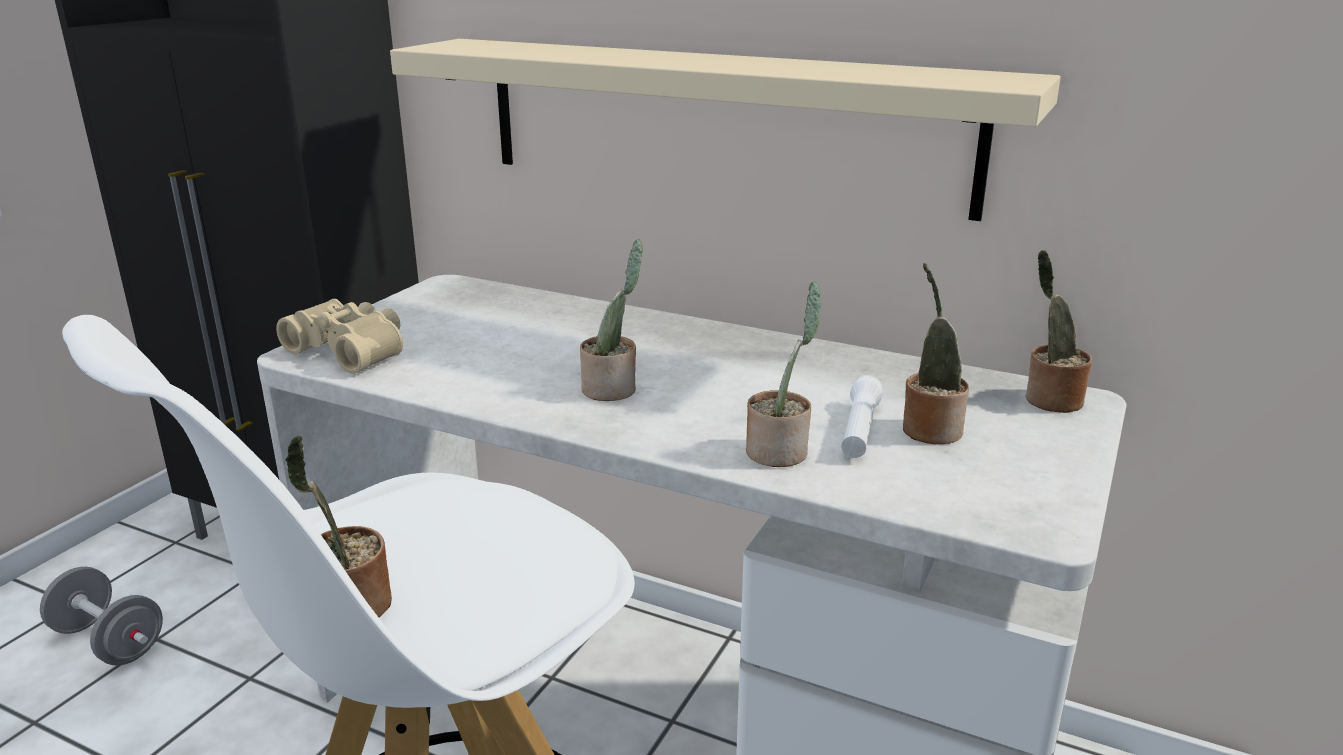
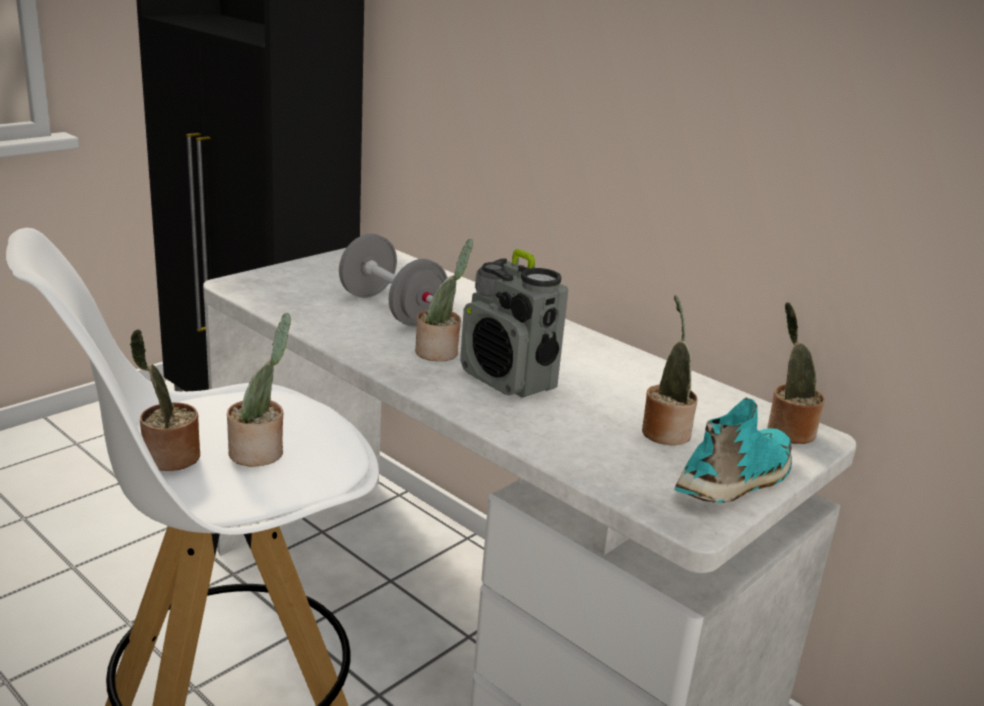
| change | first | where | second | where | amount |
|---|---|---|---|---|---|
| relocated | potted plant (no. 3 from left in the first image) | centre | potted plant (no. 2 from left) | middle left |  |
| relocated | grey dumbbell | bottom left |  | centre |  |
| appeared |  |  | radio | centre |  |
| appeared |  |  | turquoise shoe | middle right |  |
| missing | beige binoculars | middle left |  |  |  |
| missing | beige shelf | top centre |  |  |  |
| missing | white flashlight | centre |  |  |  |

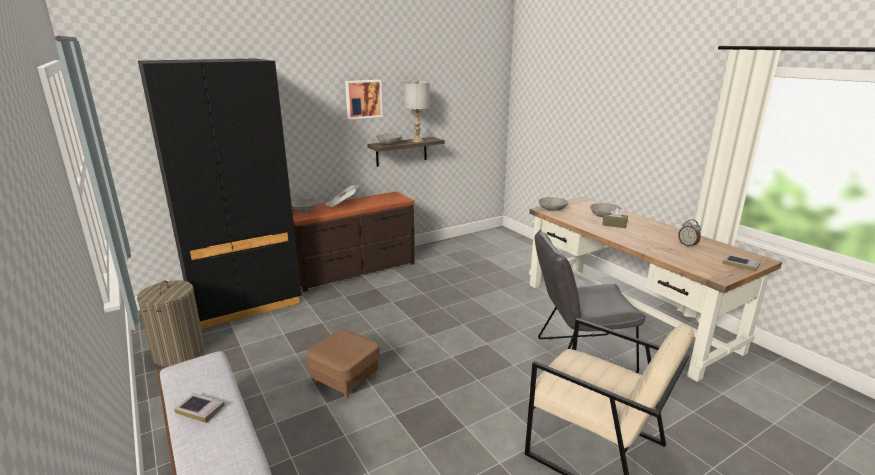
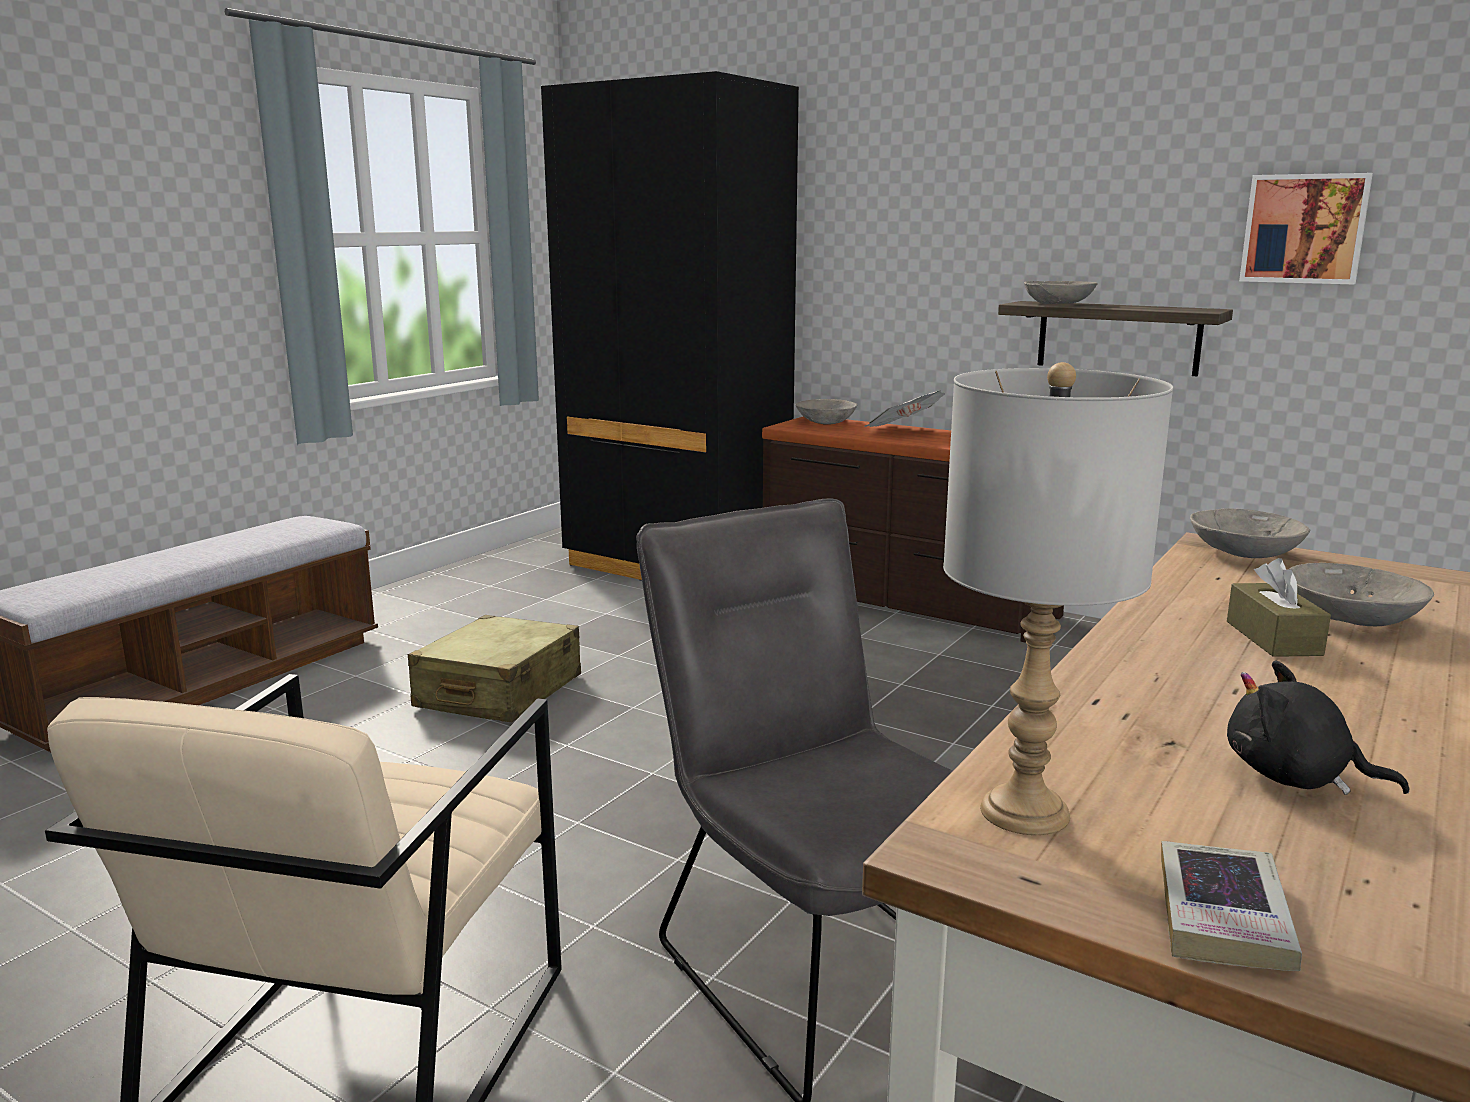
| change | first | where | second | where | amount |
|---|---|---|---|---|---|
| exchanged | brown ottoman | bottom centre | beige suitcase | centre |  |
| relocated | grey table lamp | top centre |  | middle right |  |
| exchanged | alarm clock | middle right | black plush toy | middle right |  |
| relocated | picture | top centre |  | top right |  |
| missing | laundry basket | bottom left |  |  |  |
| missing | book (no. 1 from left) | bottom left |  |  |  |

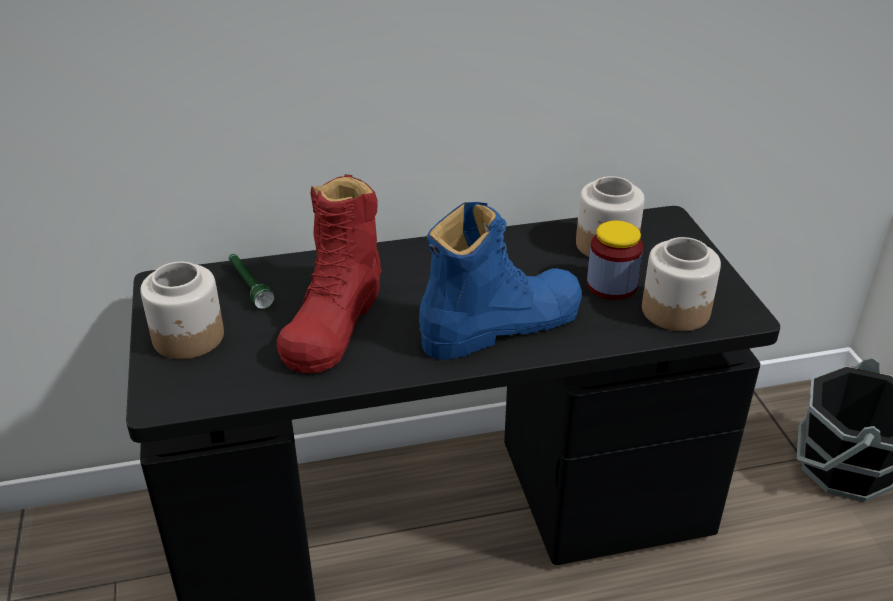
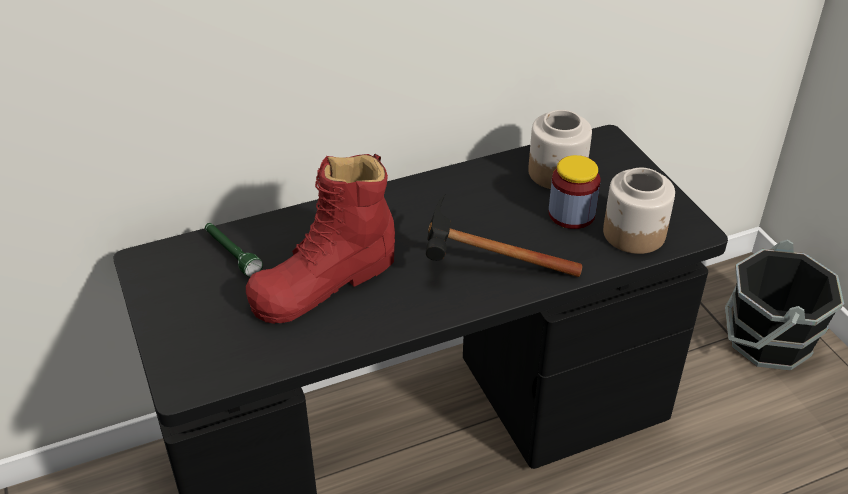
| change | first | where | second | where | amount |
|---|---|---|---|---|---|
| spun | red boot | centre |  | centre | 45 degrees clockwise |
| exchanged | blue boot | centre | hammer | centre |  |
| missing | jar (no. 1 from left) | middle left |  |  |  |

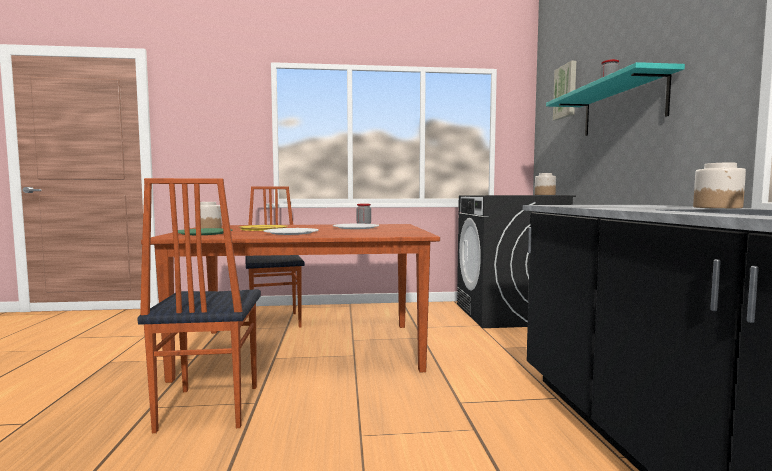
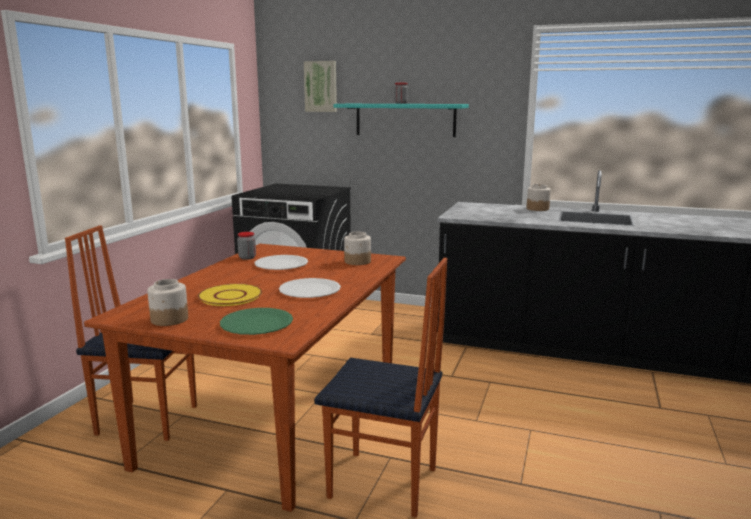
| change | first | where | second | where | amount |
|---|---|---|---|---|---|
| relocated | jar (no. 3 from left) | middle right |  | centre |  |

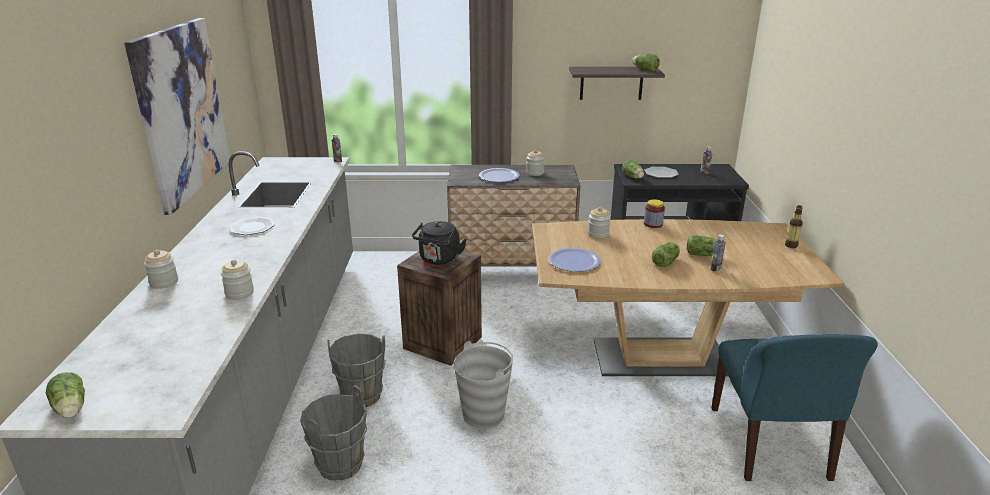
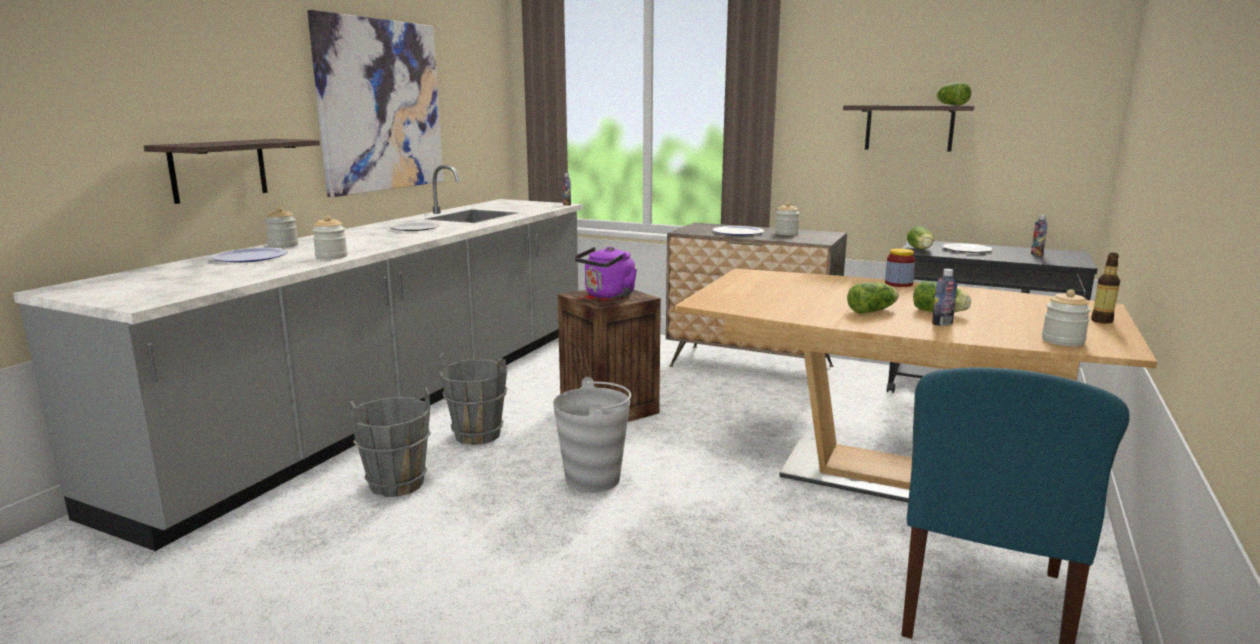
| change | first | where | second | where | amount |
|---|---|---|---|---|---|
| appeared |  |  | shelf (no. 1 from left) | top left |  |
| relocated | plate (no. 3 from left in the first image) | centre | plate (no. 1 from left) | middle left |  |
| colour | black kettle | centre | purple kettle | centre |  |
| relocated | jar (no. 4 from left in the first image) | centre | jar (no. 5 from left) | middle right |  |
| missing | lettuce (no. 1 from left) | bottom left |  |  |  |

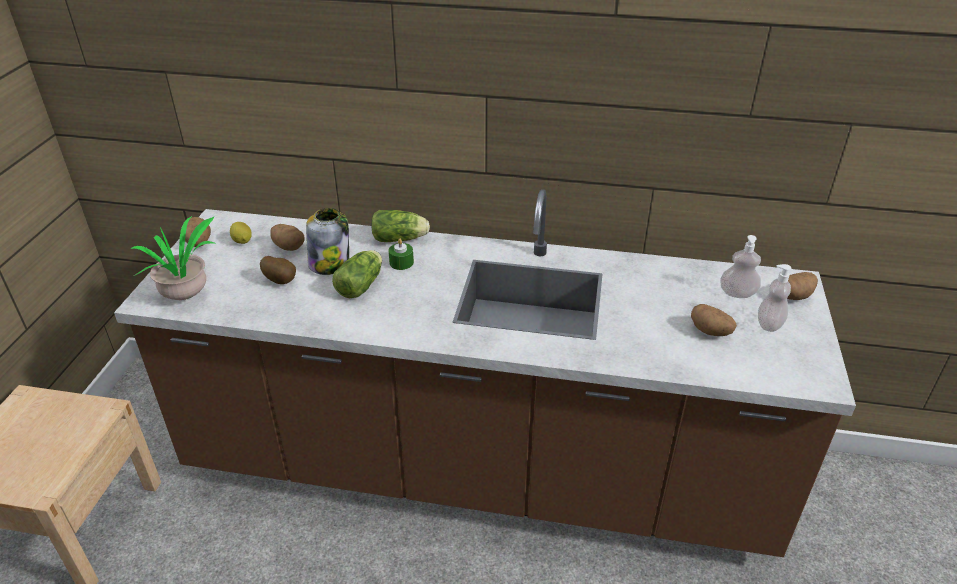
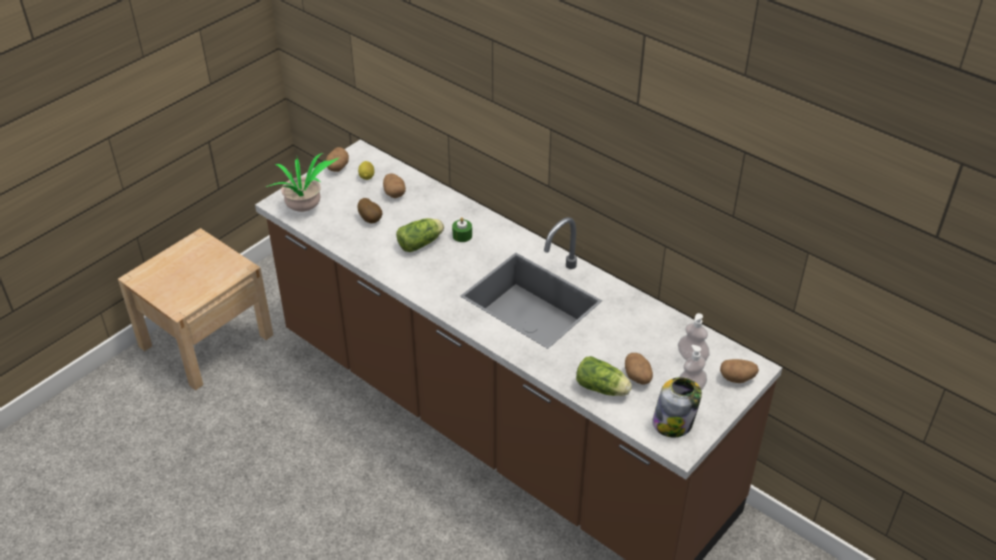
| change | first | where | second | where | amount |
|---|---|---|---|---|---|
| relocated | lettuce (no. 2 from left) | centre |  | bottom centre |  |
| relocated | jar | centre |  | bottom right |  |

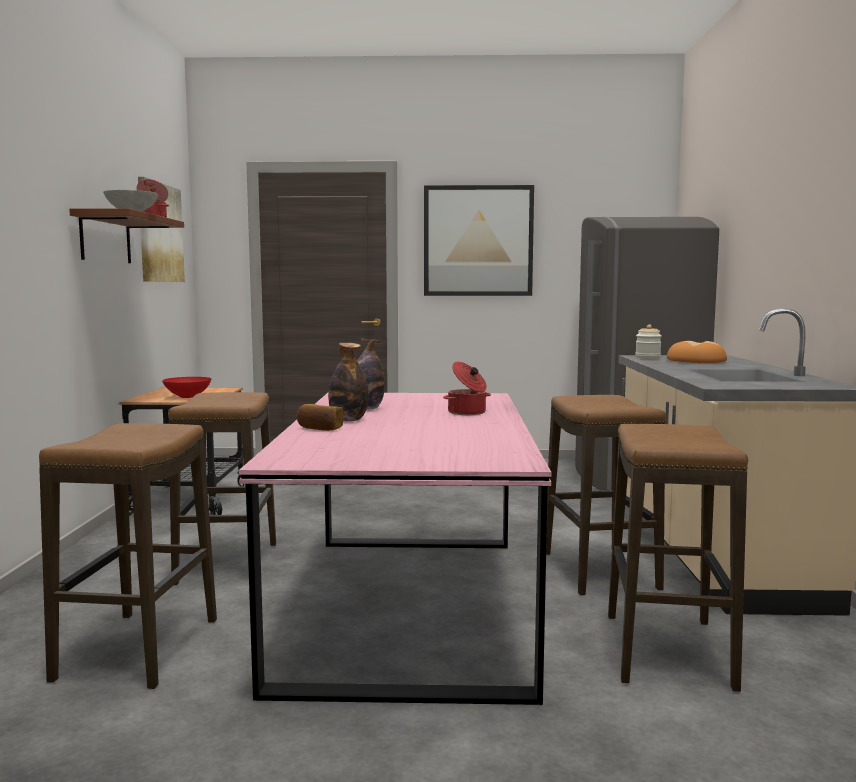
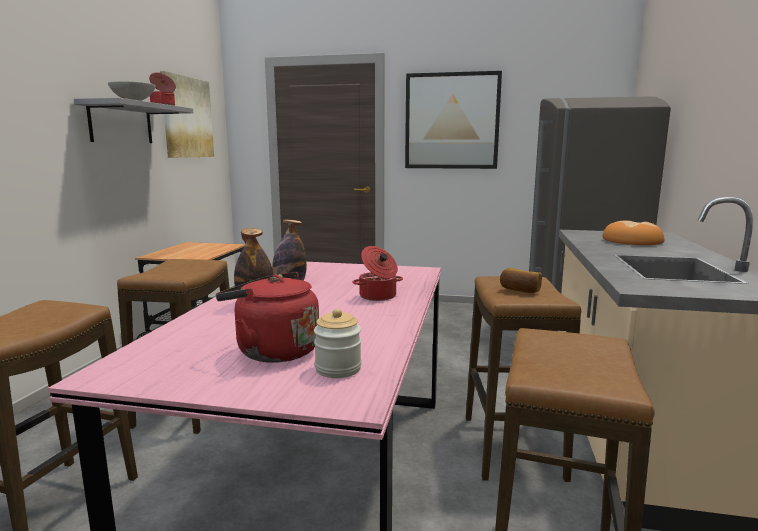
| change | first | where | second | where | amount |
|---|---|---|---|---|---|
| colour | brown shelf | top left | grey shelf | top left |  |
| appeared |  |  | red kettle | centre |  |
| relocated | jar | middle right |  | centre |  |
| relocated | bread (no. 1 from left) | centre |  | middle right |  |
| missing | red bowl | middle left |  |  |  |

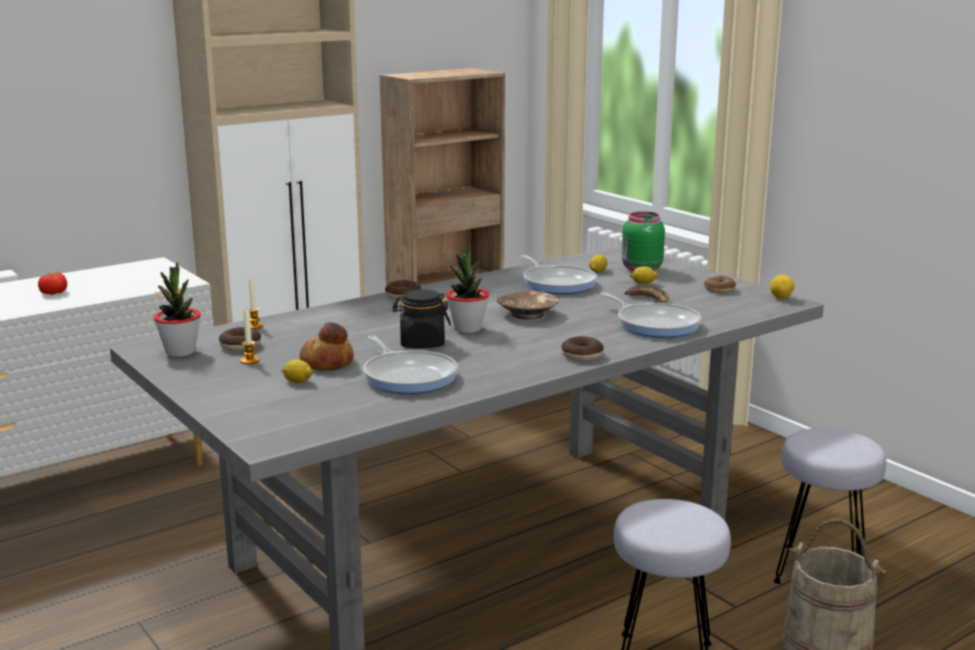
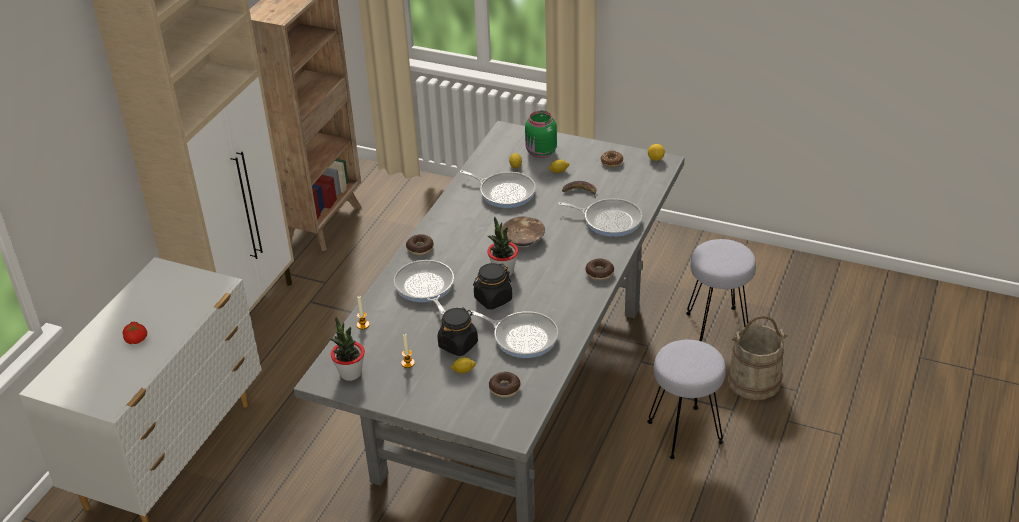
| change | first | where | second | where | amount |
|---|---|---|---|---|---|
| appeared |  |  | frying pan (no. 1 from left) | centre |  |
| exchanged | bread | centre | black jar (no. 1 from left) | centre |  |
| relocated | donut (no. 1 from left in the first image) | middle left | donut (no. 2 from left) | bottom centre |  |

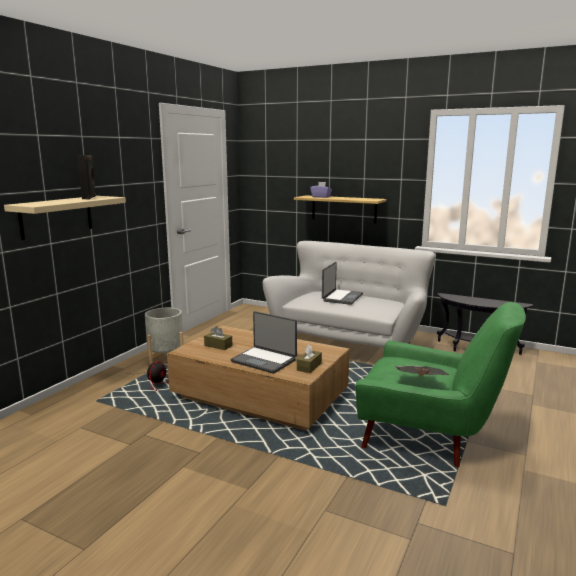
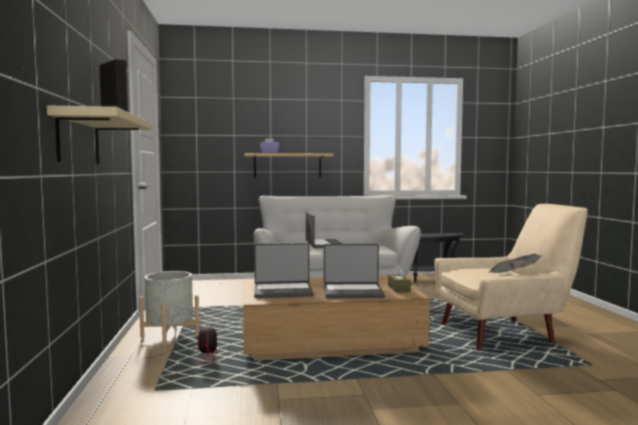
| change | first | where | second | where | amount |
|---|---|---|---|---|---|
| exchanged | brown tissue box (no. 1 from left) | centre | laptop (no. 1 from left) | centre |  |
| colour | green armchair | bottom right | beige armchair | middle right |  |

